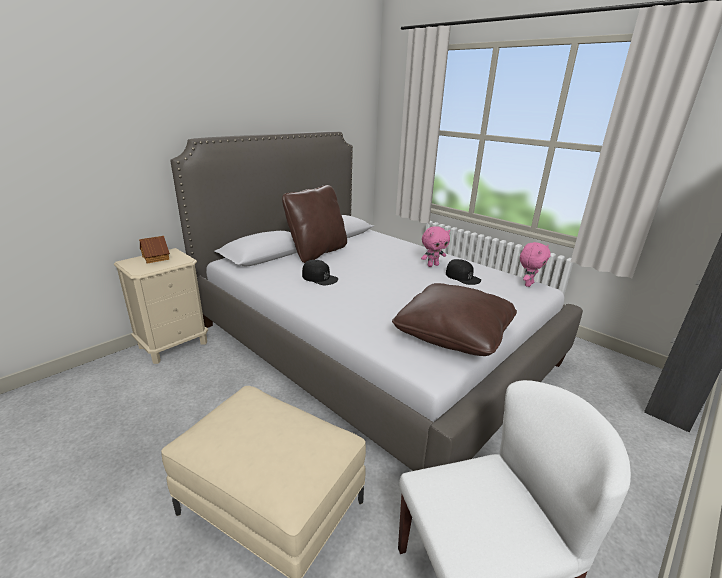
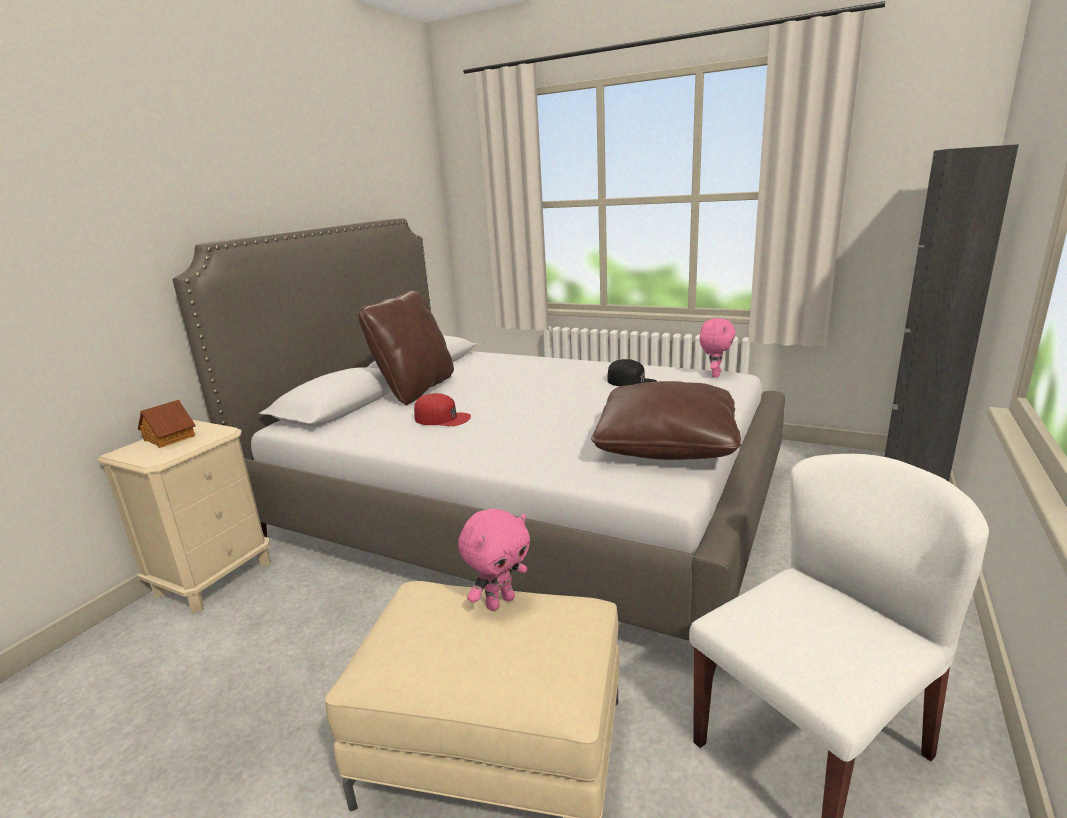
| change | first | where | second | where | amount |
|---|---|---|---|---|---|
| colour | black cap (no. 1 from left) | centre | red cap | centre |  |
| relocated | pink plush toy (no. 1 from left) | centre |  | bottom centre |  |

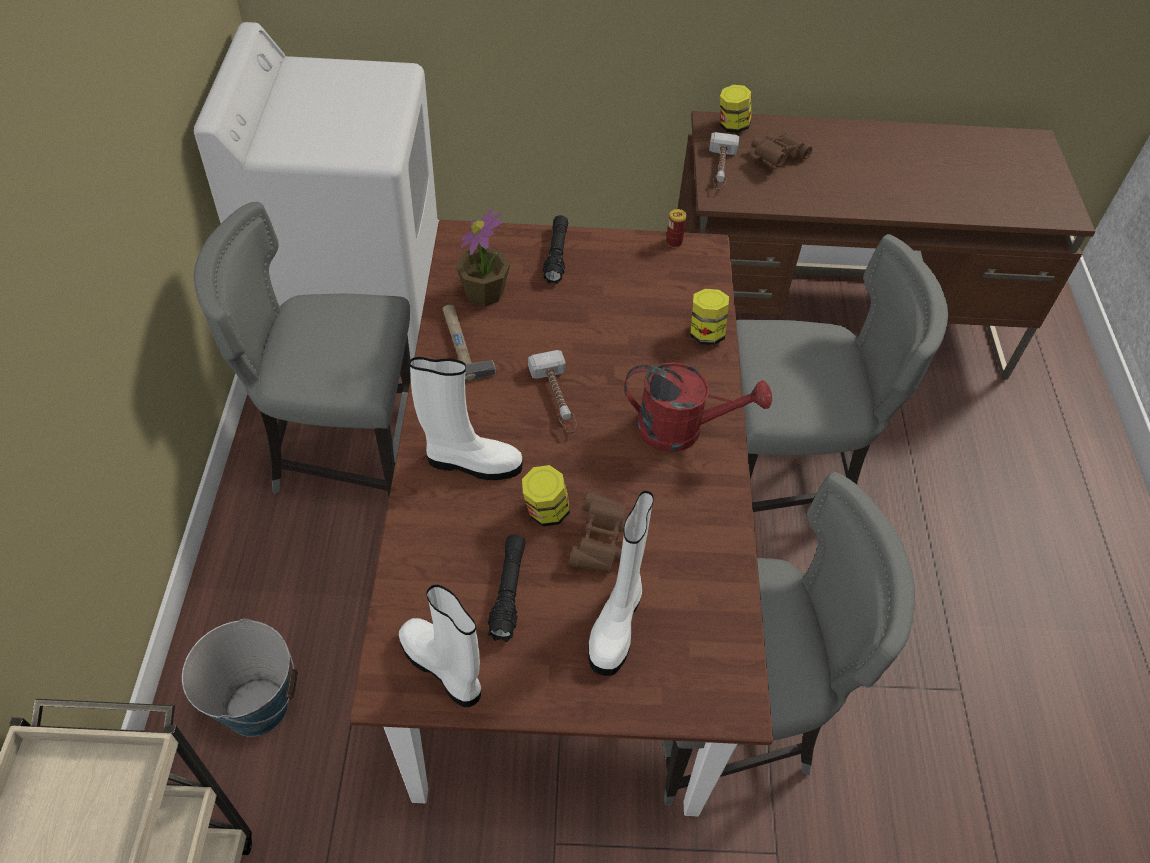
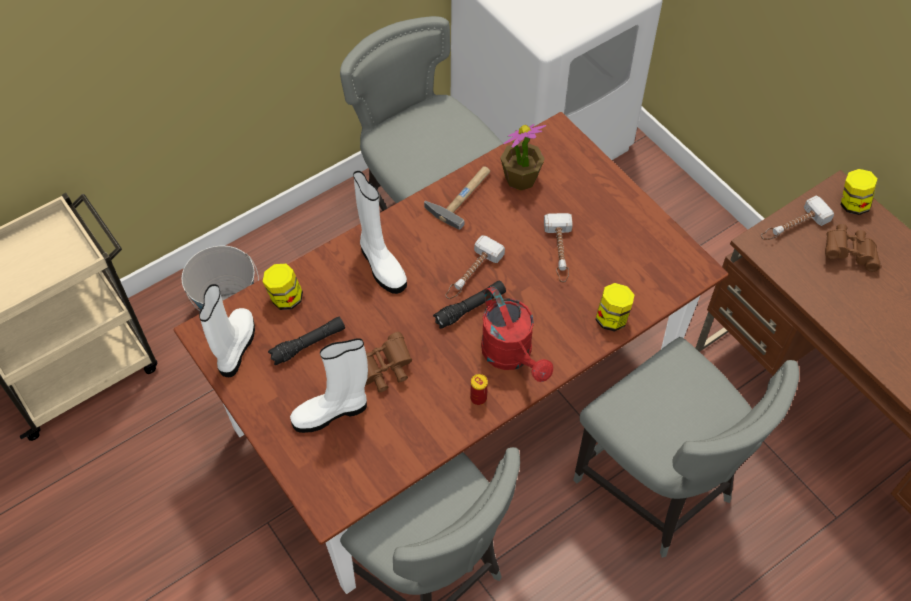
| change | first | where | second | where | amount |
|---|---|---|---|---|---|
| relocated | jar (no. 1 from left) | centre |  | middle left |  |
| relocated | black flashlight (no. 2 from left) | top centre |  | centre |  |
| relocated | can | top centre |  | centre |  |
| appeared |  |  | hammer (no. 3 from left) | centre |  |

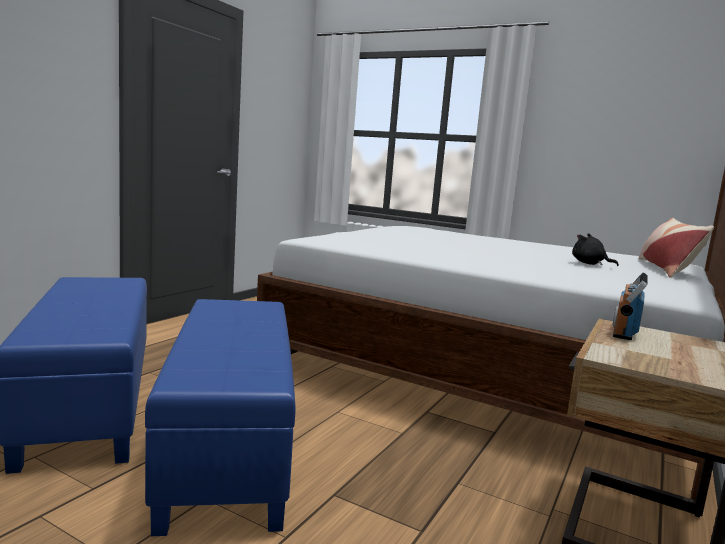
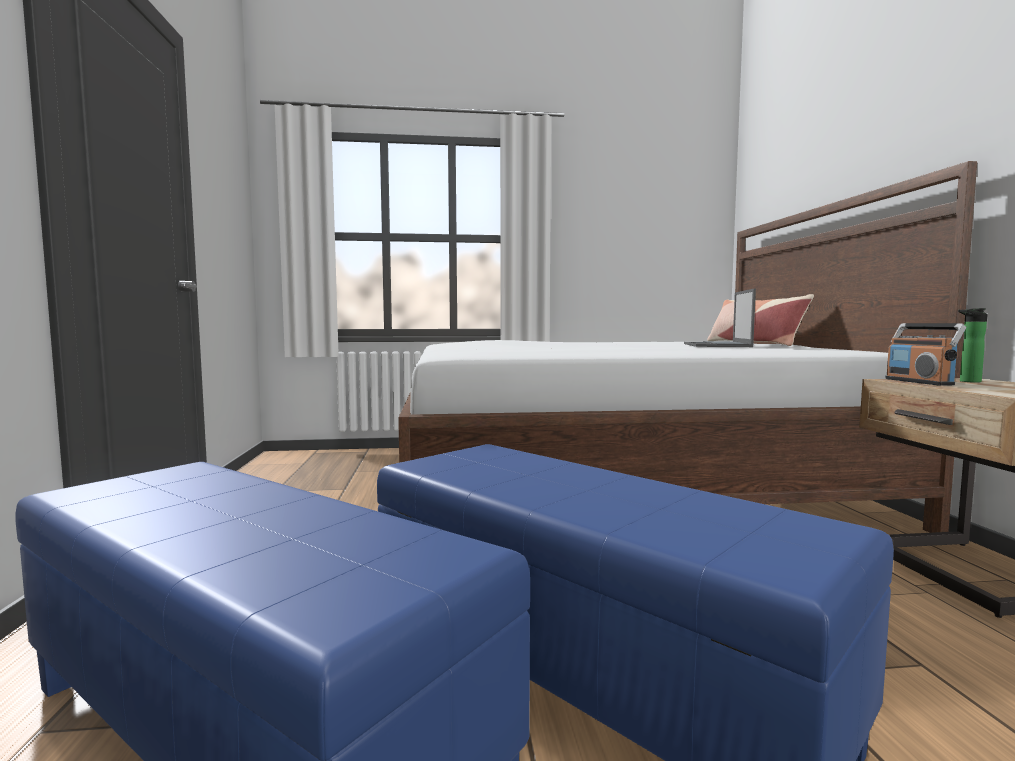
| change | first | where | second | where | amount |
|---|---|---|---|---|---|
| exchanged | black plush toy | middle right | laptop | middle right |  |
| appeared |  |  | bottle | middle right |  |

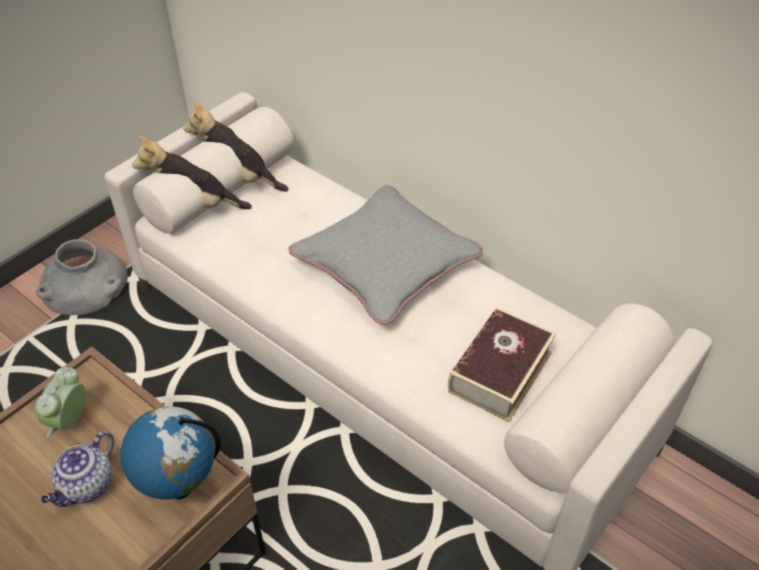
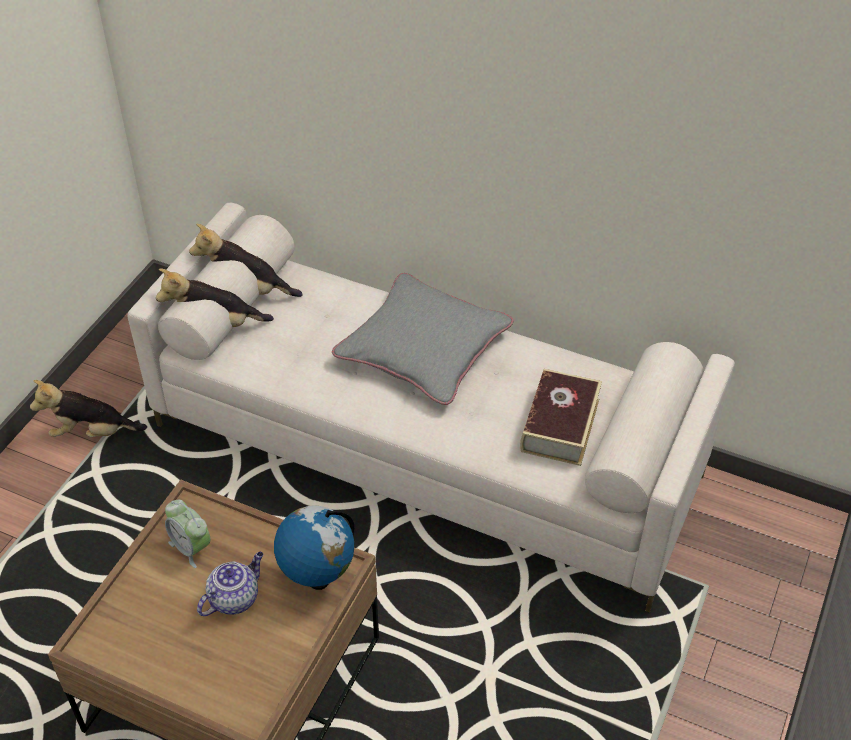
| change | first | where | second | where | amount |
|---|---|---|---|---|---|
| exchanged | grey vase | middle left | plush toy (no. 1 from left) | middle left |  |
| spun | alarm clock | bottom left |  | bottom left | 45 degrees counterclockwise |
| spun | teapot | bottom left |  | bottom left | 150 degrees counterclockwise |

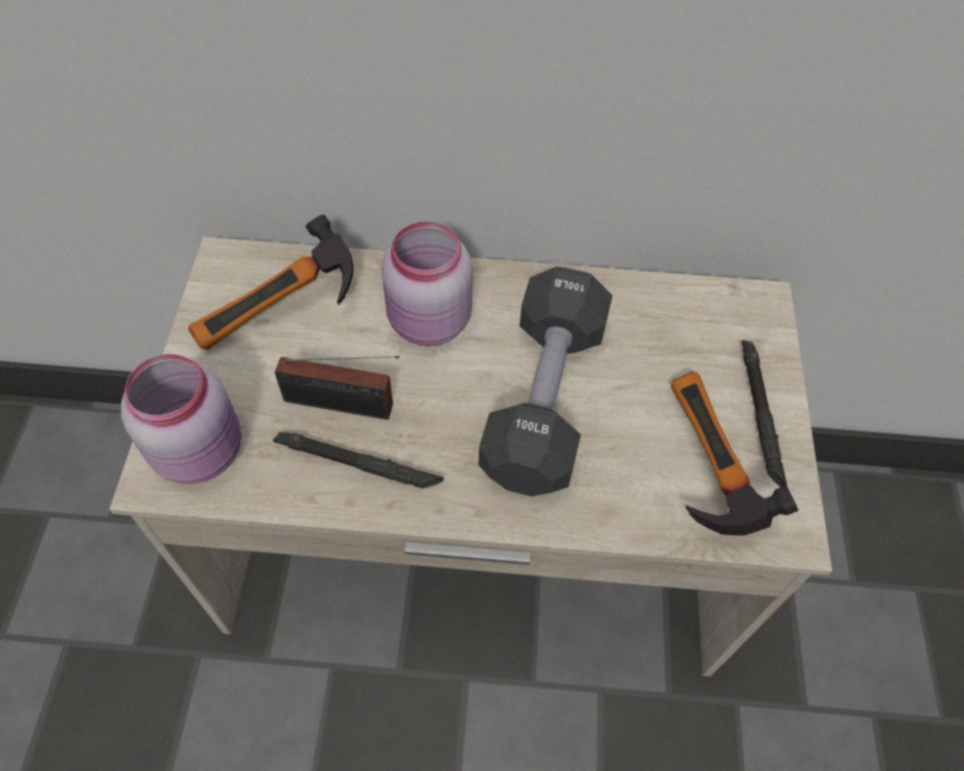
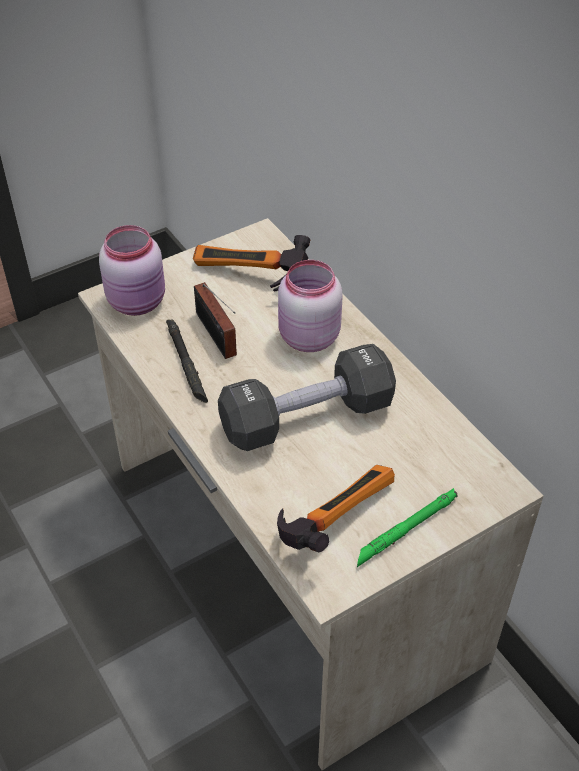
| change | first | where | second | where | amount |
|---|---|---|---|---|---|
| colour | black flashlight (no. 2 from left) | middle right | green flashlight | bottom right |  |

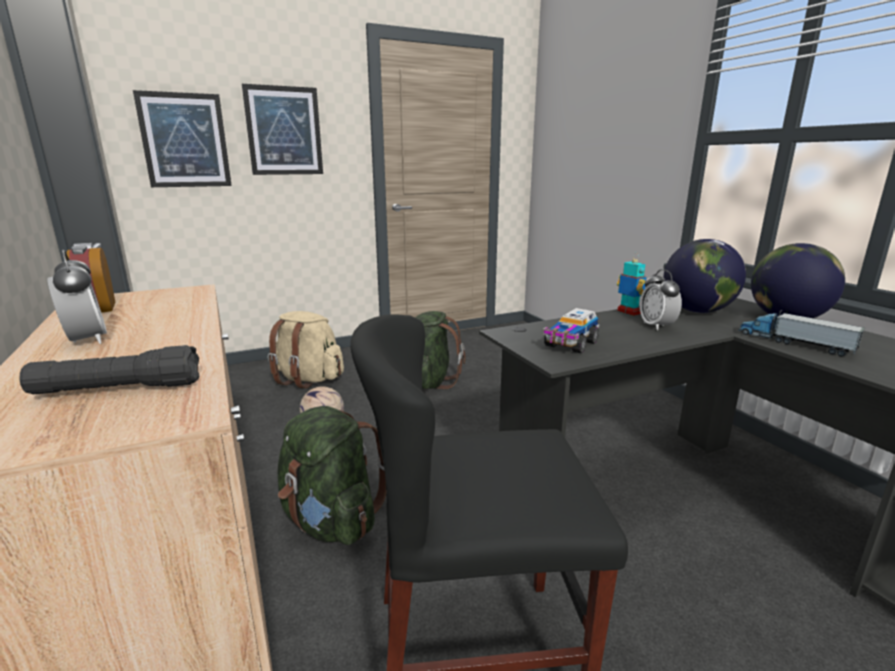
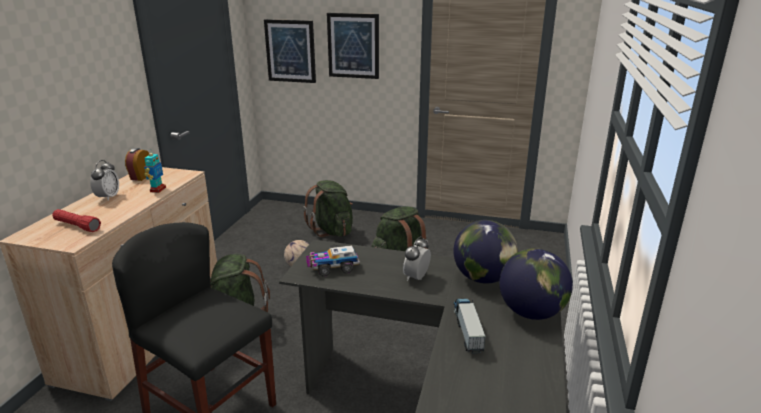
| change | first | where | second | where | amount |
|---|---|---|---|---|---|
| colour | black flashlight | middle left | red flashlight | middle left |  |
| relocated | toy robot | middle right |  | middle left |  |
| colour | beige backpack | centre | green backpack (no. 2 from left) | centre |  |

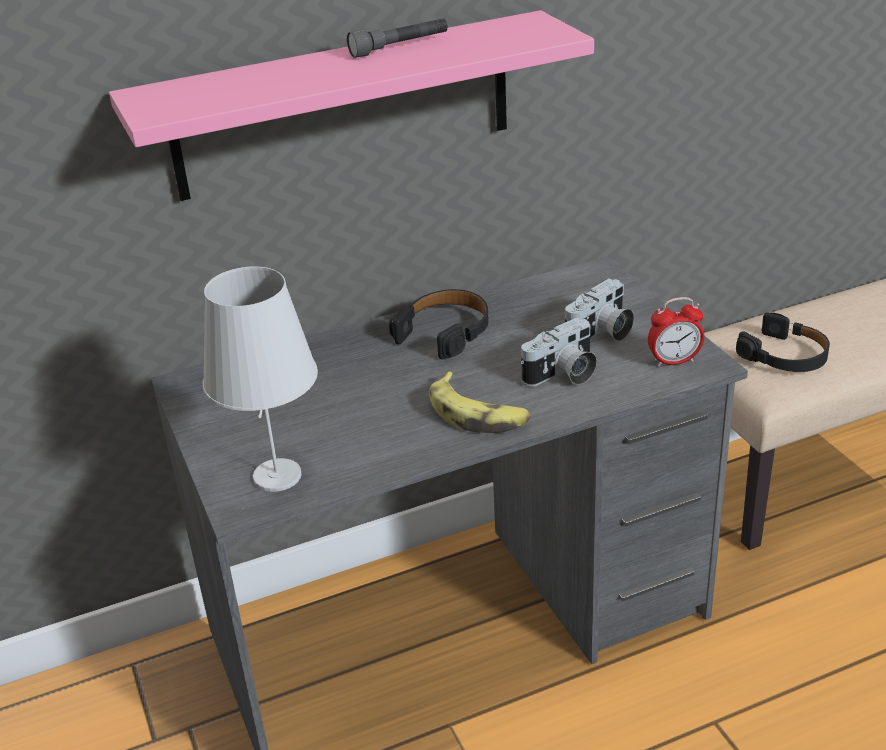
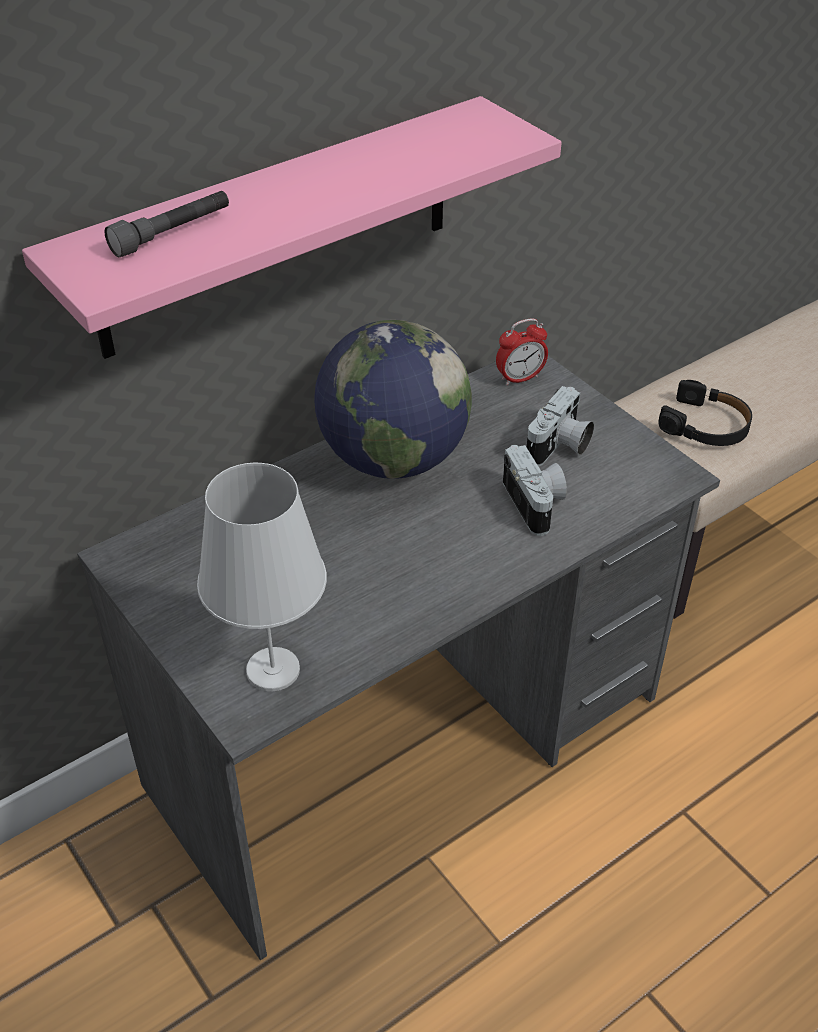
| change | first | where | second | where | amount |
|---|---|---|---|---|---|
| relocated | grey flashlight | top centre |  | top left |  |
| exchanged | black headphones (no. 1 from left) | centre | globe | centre |  |
| relocated | alarm clock | middle right |  | centre |  |
| spun | photo camera (no. 1 from left) | centre |  | centre | 60 degrees counterclockwise |
| missing | banana | centre |  |  |  |

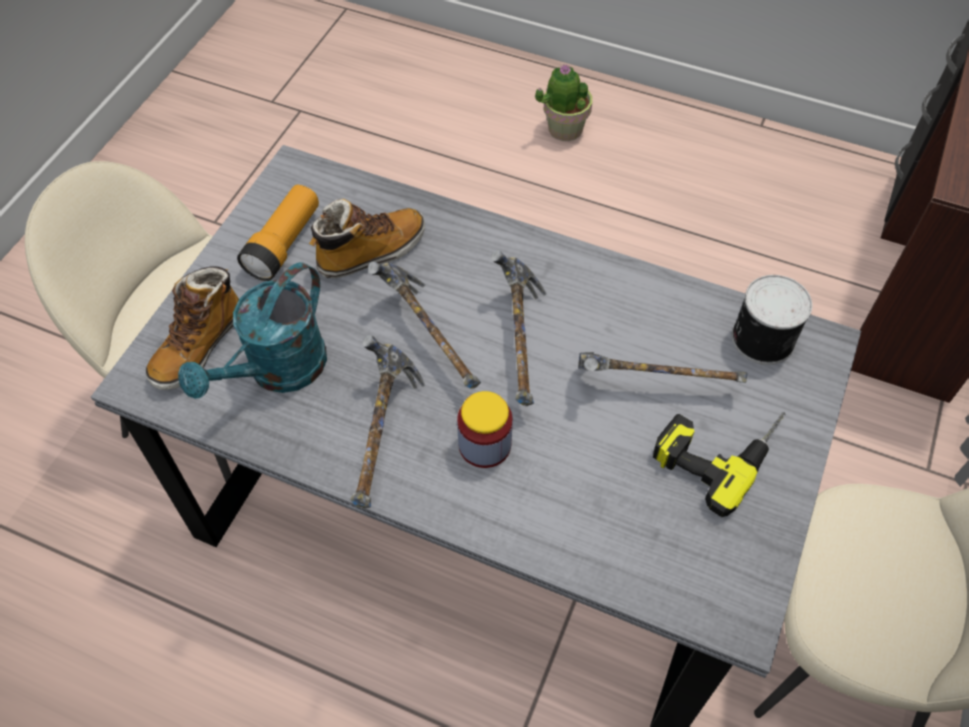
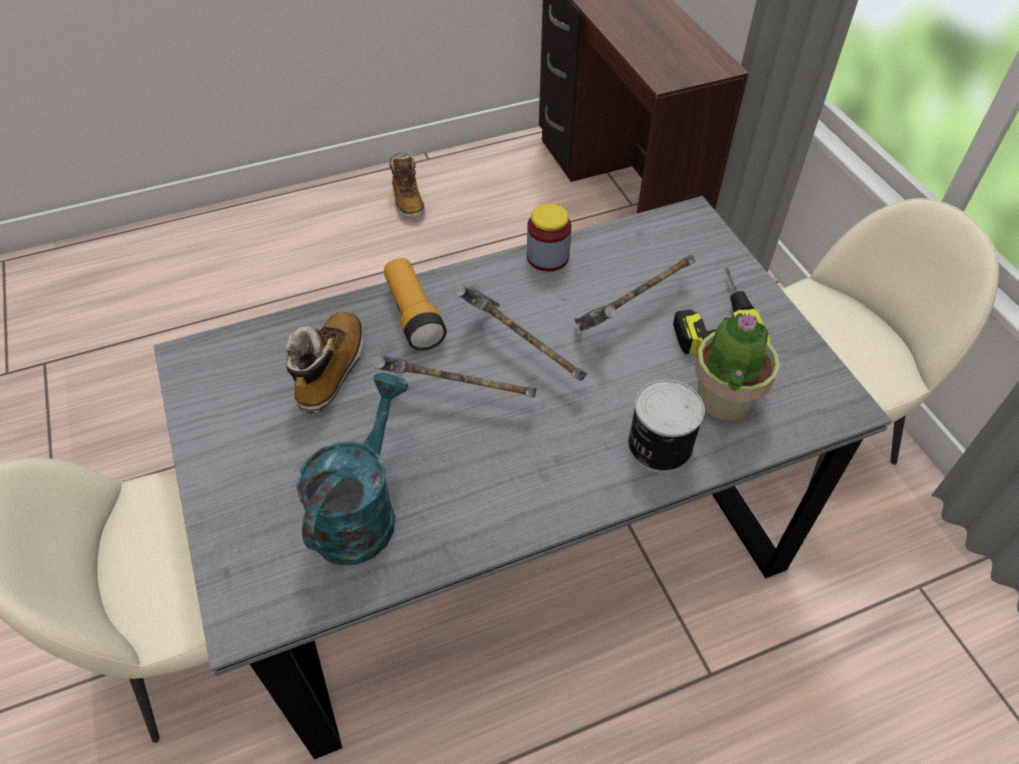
| change | first | where | second | where | amount |
|---|---|---|---|---|---|
| spun | turquoise watering can | middle left |  | centre | 150 degrees counterclockwise |
| relocated | flashlight | top left |  | centre |  |
| relocated | boot (no. 1 from left in the first image) | middle left | boot (no. 2 from left) | top centre |  |
| relocated | jar | centre |  | top centre |  |
| relocated | can | middle right |  | centre |  |
| relocated | potted plant | top centre |  | middle right |  |
| missing | hammer (no. 1 from left) | centre |  |  |  |

